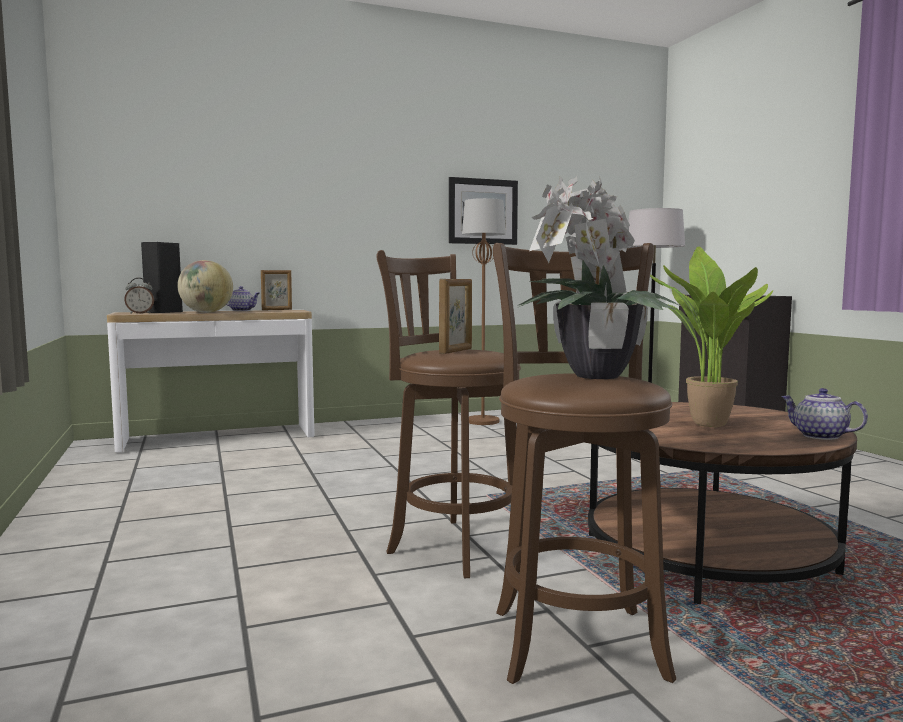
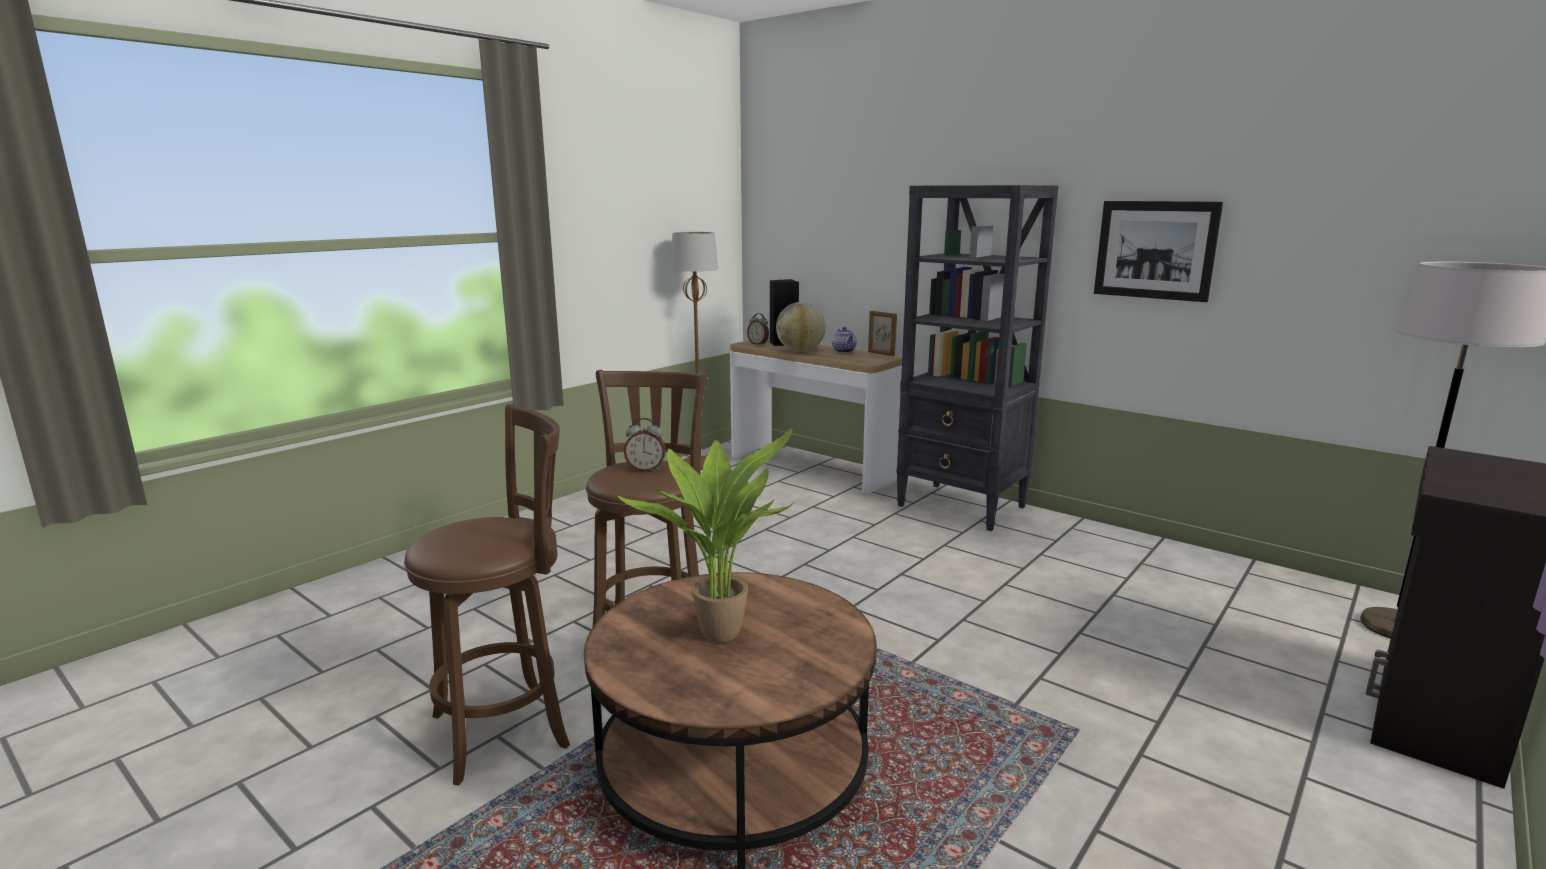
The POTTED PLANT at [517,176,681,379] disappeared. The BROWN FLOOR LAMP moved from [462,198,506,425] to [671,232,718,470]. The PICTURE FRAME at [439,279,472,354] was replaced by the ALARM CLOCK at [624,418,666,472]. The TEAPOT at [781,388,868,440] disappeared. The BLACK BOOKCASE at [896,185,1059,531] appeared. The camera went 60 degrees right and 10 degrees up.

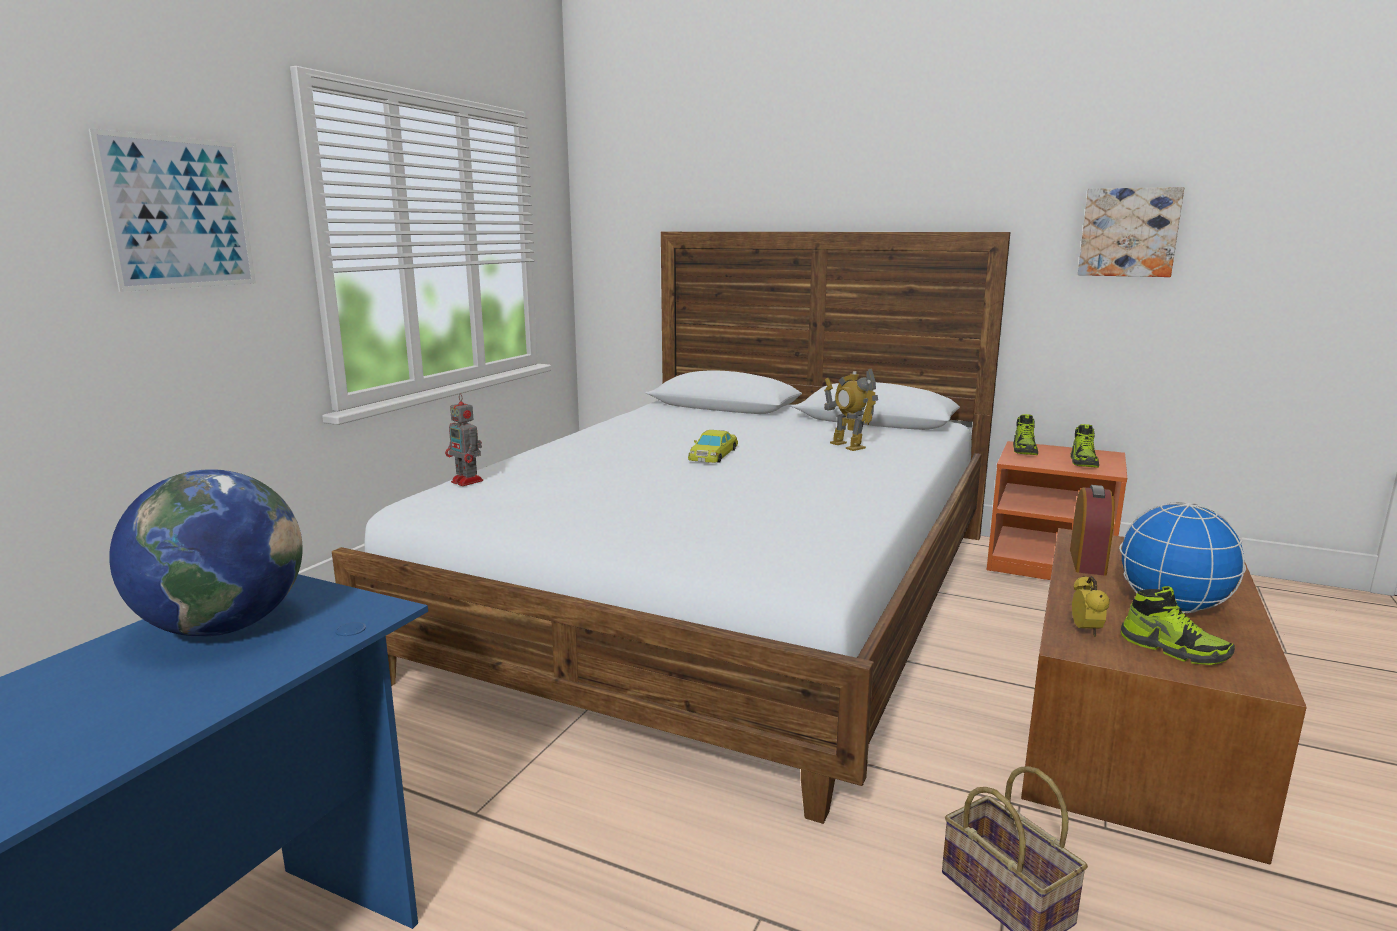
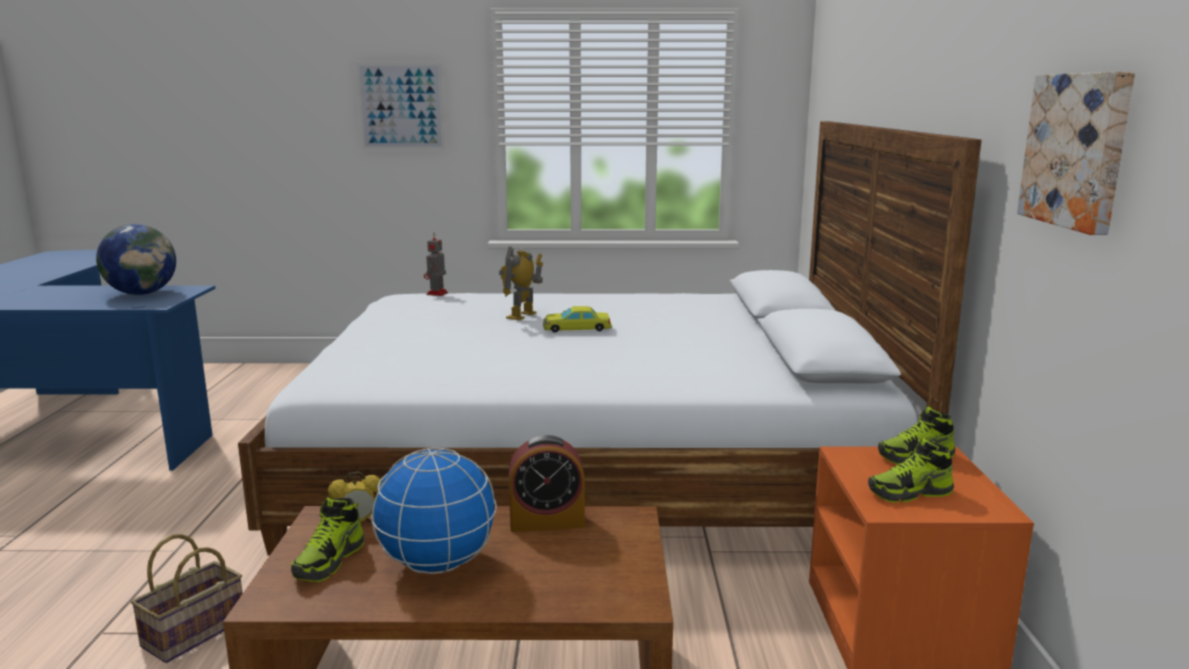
The TOY ROBOT moved from [824,369,878,451] to [499,246,543,320]. The camera went 65 degrees right and 0 degrees up.

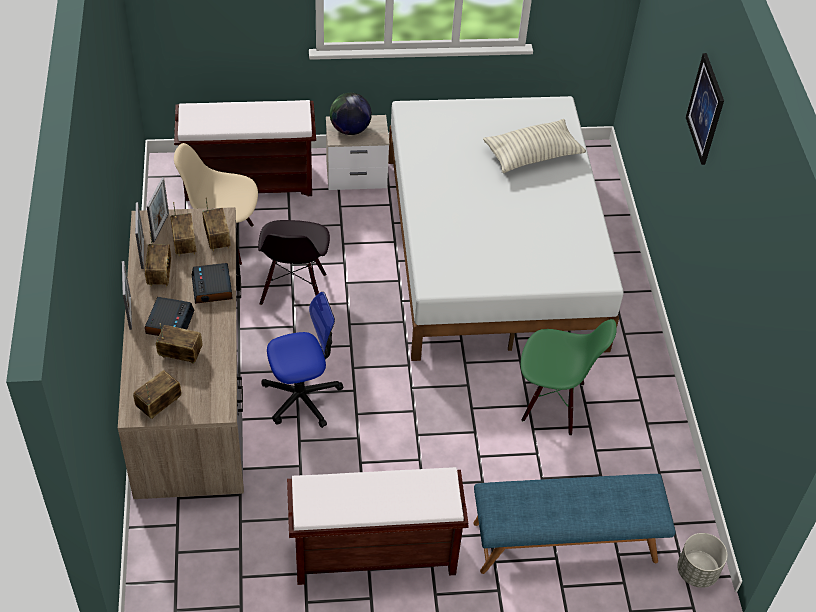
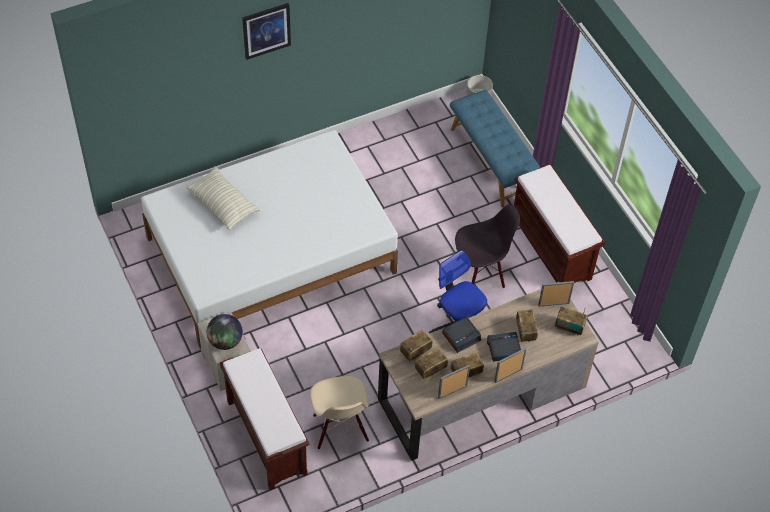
The PICTURE FRAME moved from [147,178,169,242] to [538,281,574,307]. The BLACK CHAIR moved from [258,220,330,305] to [455,204,520,288]. The GREEN CHAIR at [521,319,617,436] disappeared. The camera went 110 degrees left and 5 degrees up.

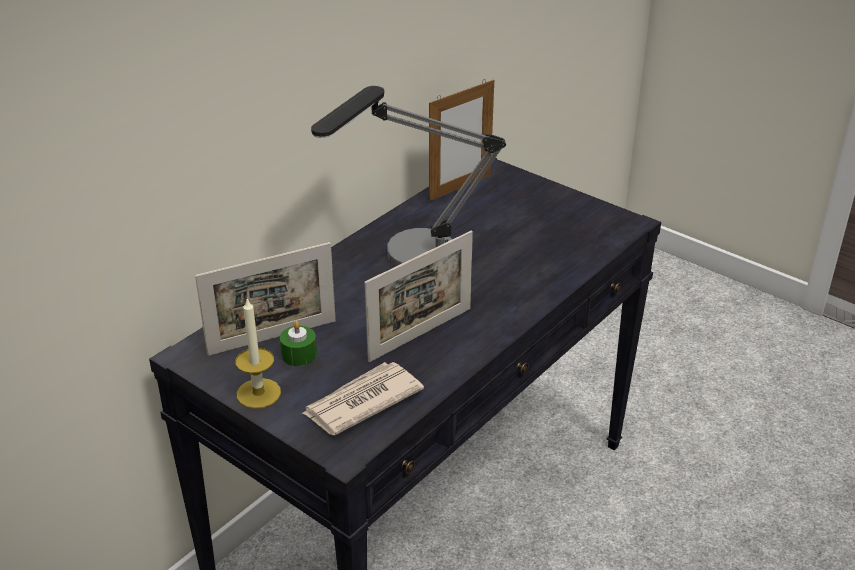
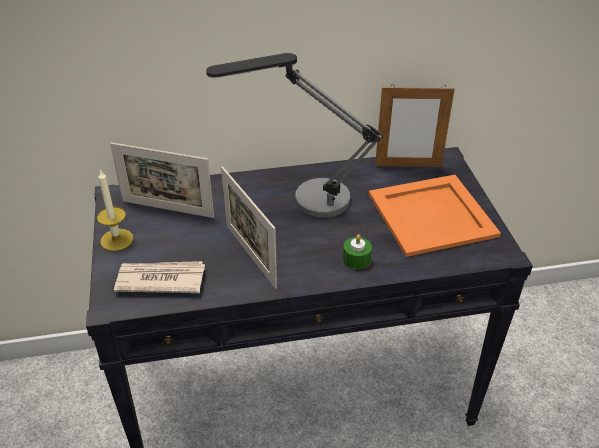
The PICTURE FRAME at [365,231,473,362] turned 60 degrees clockwise. The GREEN CANDLE moved from [280,321,317,366] to [343,234,372,270]. The ORANGE TRAY at [369,175,501,257] appeared. The camera went 40 degrees right and 5 degrees up.

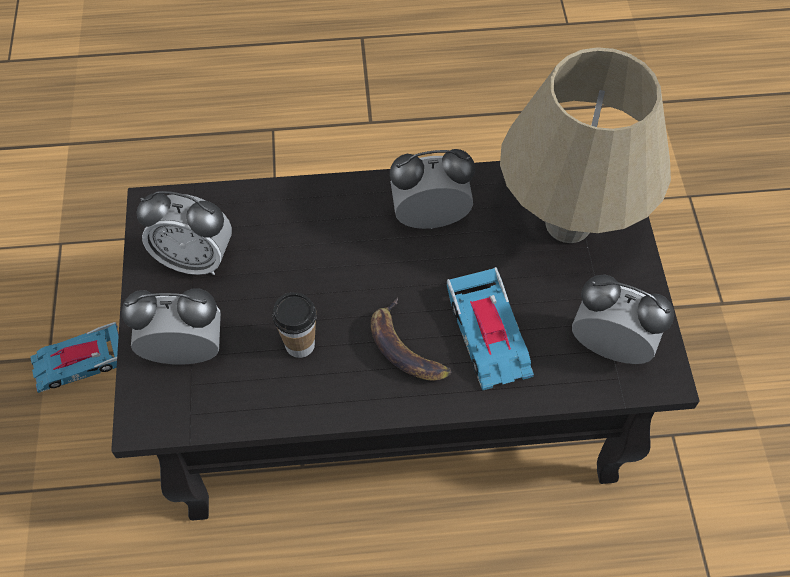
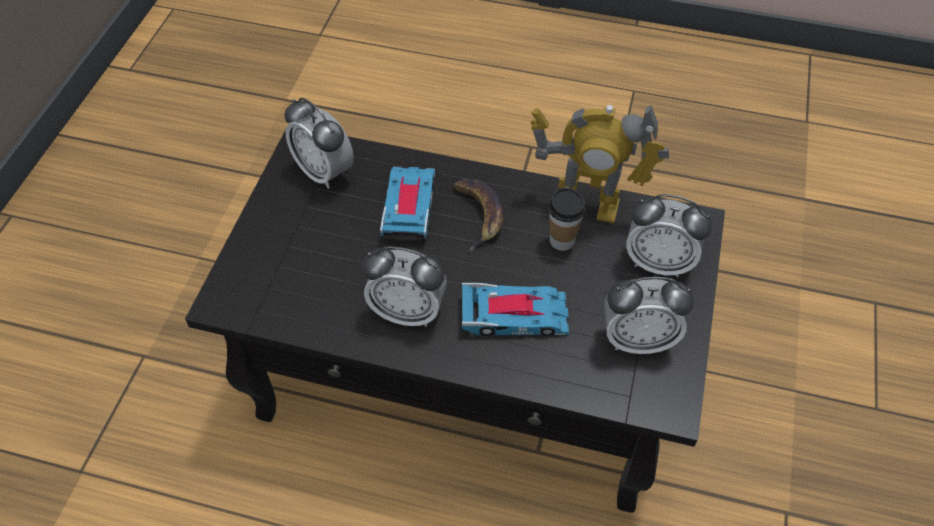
The BEIGE TABLE LAMP at [500,47,671,243] disappeared. The ALARM CLOCK at [136,191,232,275] turned 150 degrees clockwise. The TOY CAR moved from [30,322,119,393] to [462,283,569,336]. The TOY ROBOT at [530,105,669,223] appeared. The camera went 160 degrees left and 5 degrees down.

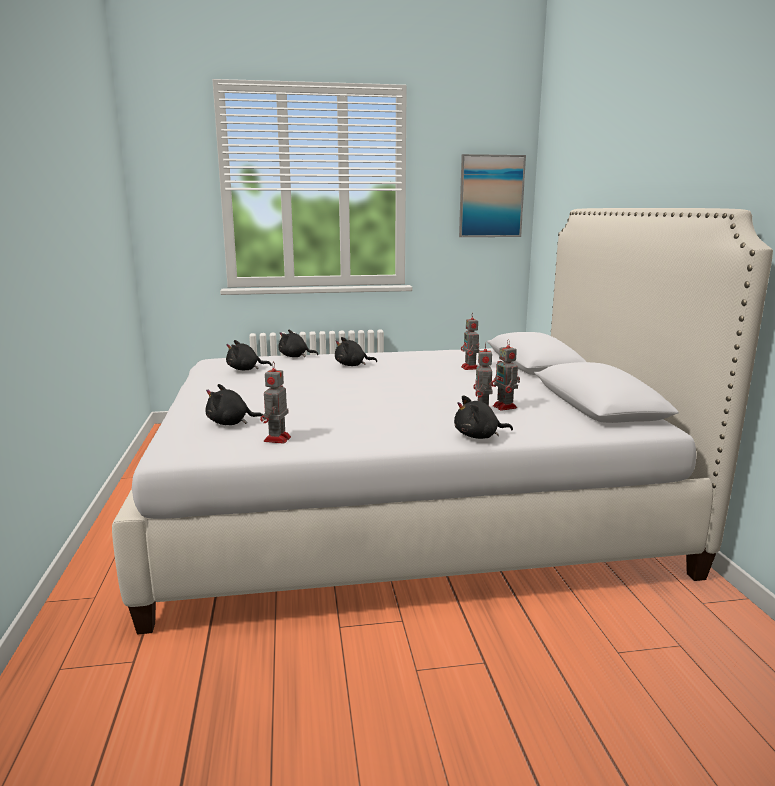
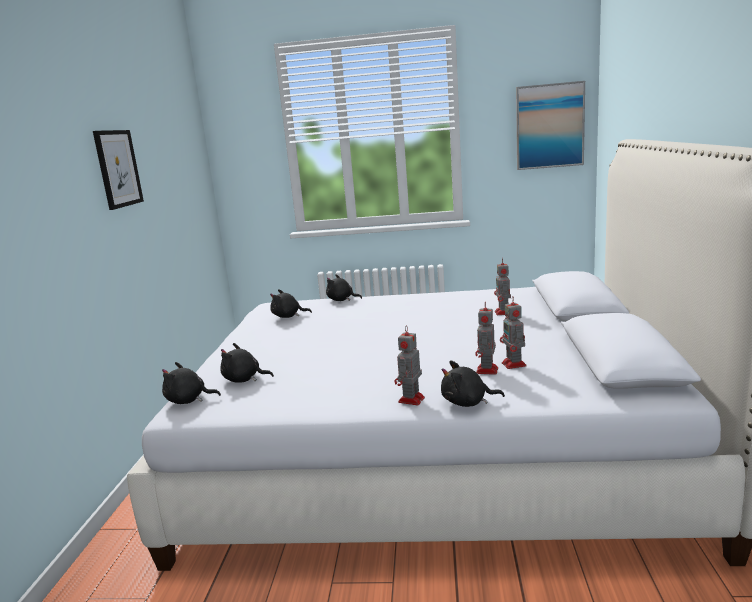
The BLACK PLUSH TOY moved from [335,337,377,366] to [162,362,221,404]. The TOY ROBOT moved from [260,361,291,444] to [394,325,425,405]. The PICTURE at [93,130,144,210] appeared. The camera went 15 degrees right and 0 degrees up.

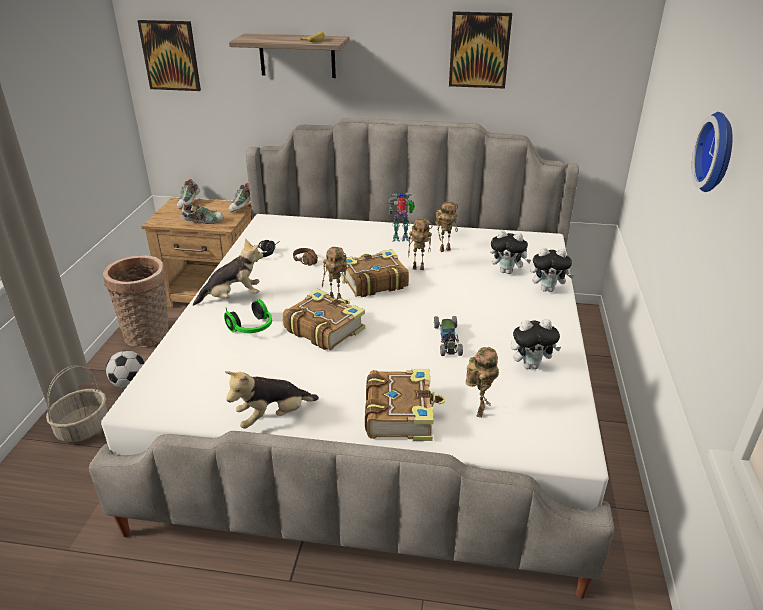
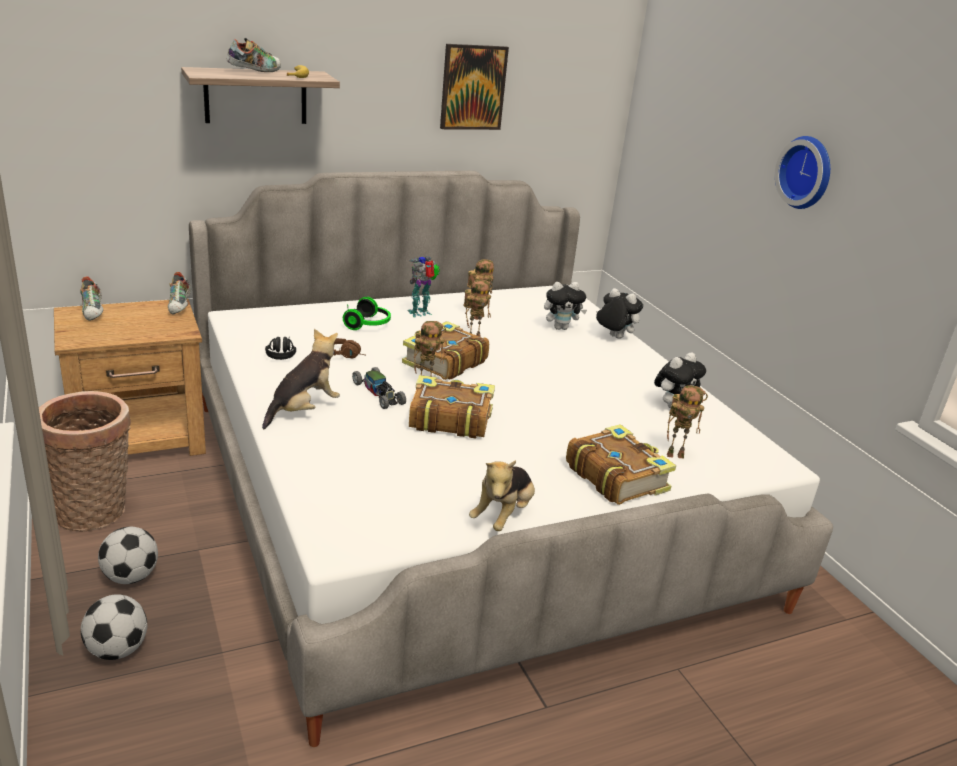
The PICTURE at [138,20,201,91] disappeared. The SHOE moved from [182,203,224,224] to [226,38,281,72]. The PLUSH TOY at [531,248,574,292] turned 120 degrees counterclockwise. The HEADPHONES moved from [224,299,272,333] to [343,297,391,330]. The TOY CAR moved from [434,316,463,356] to [352,367,406,409]. The TOY ROBOT at [465,347,499,418] turned 105 degrees clockwise. The BASKET at [46,365,108,442] was replaced by the FOOTBALL at [81,594,147,660]. The camera went 35 degrees left and 5 degrees down.

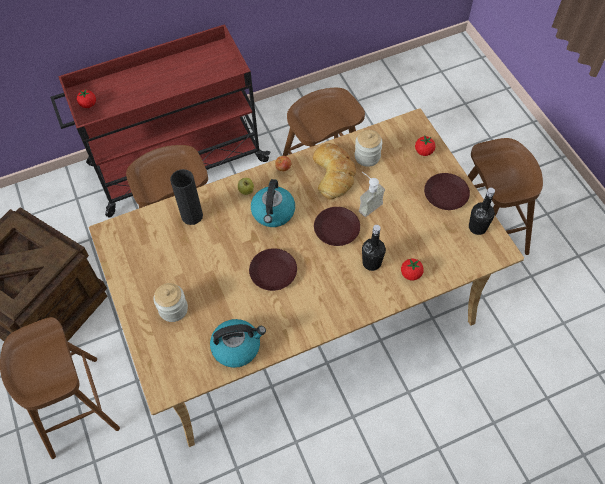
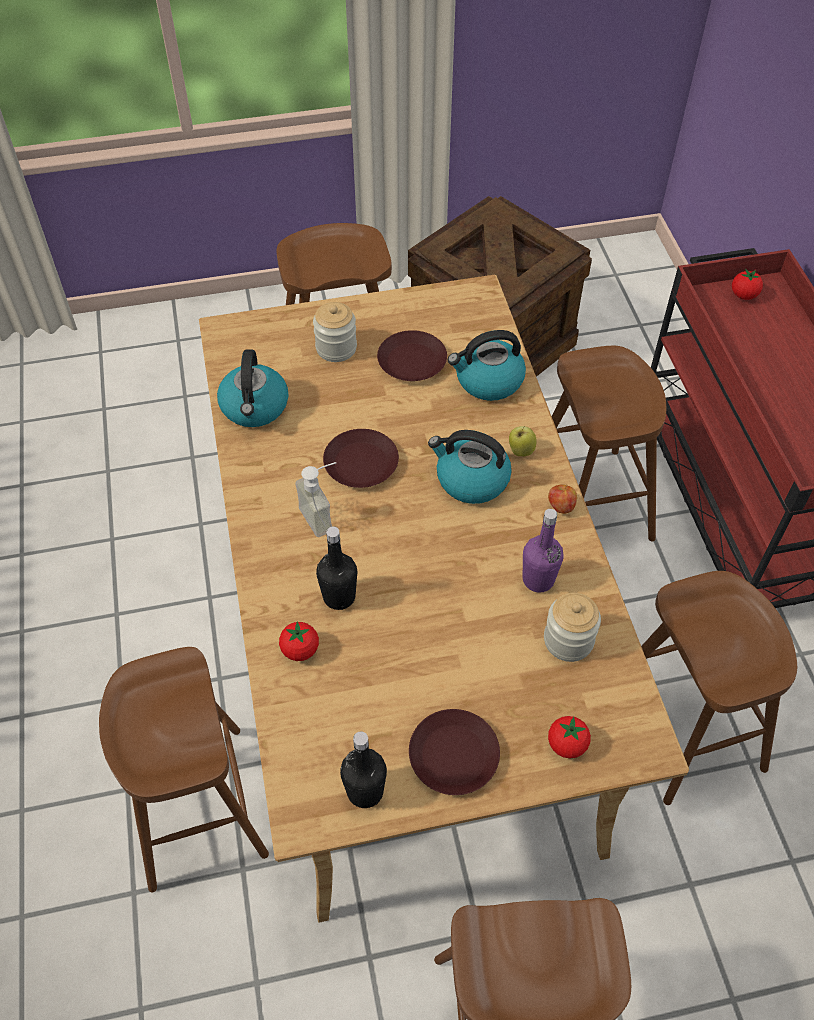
The BREAD at [313,143,356,200] was replaced by the PURPLE BOTTLE at [523,509,564,593]. The BLACK VASE at [170,169,203,225] was replaced by the KETTLE at [448,330,526,401]. The SOAP DISPENSER moved from [359,172,385,217] to [295,462,336,537]. The BROWN PLATE moved from [314,207,360,246] to [377,330,447,381]. The BROWN STOOL at [99,647,269,892] appeared. The camera went 100 degrees right and 5 degrees down.

